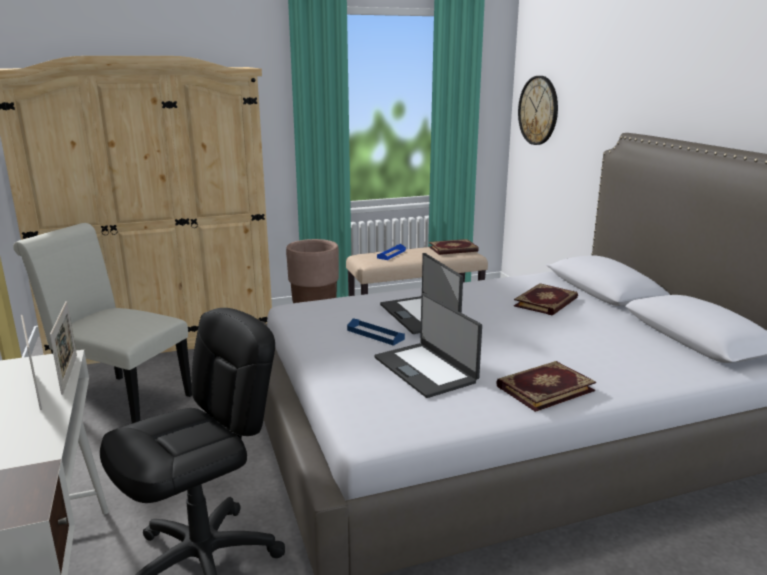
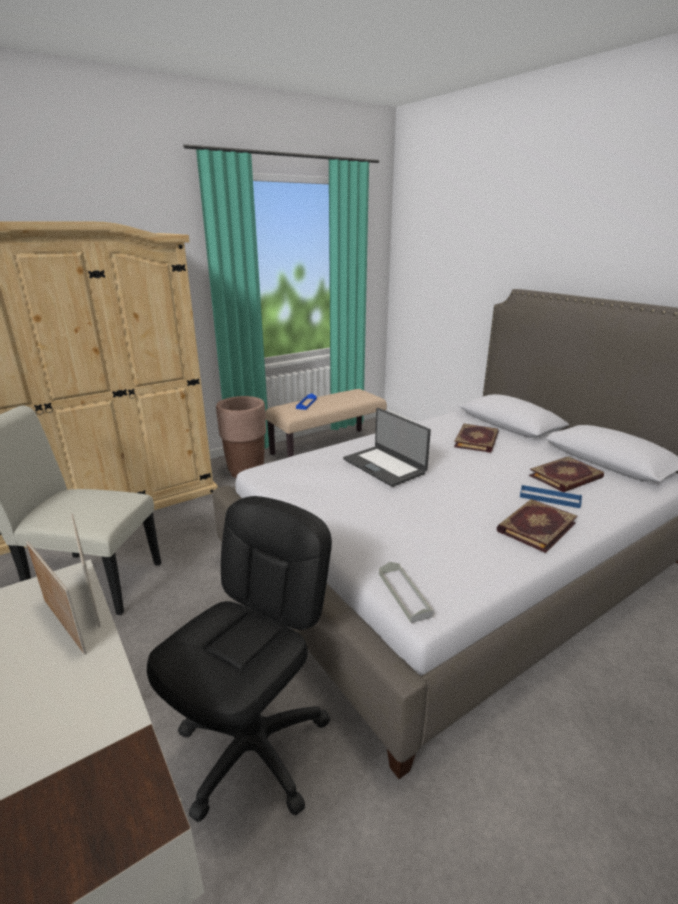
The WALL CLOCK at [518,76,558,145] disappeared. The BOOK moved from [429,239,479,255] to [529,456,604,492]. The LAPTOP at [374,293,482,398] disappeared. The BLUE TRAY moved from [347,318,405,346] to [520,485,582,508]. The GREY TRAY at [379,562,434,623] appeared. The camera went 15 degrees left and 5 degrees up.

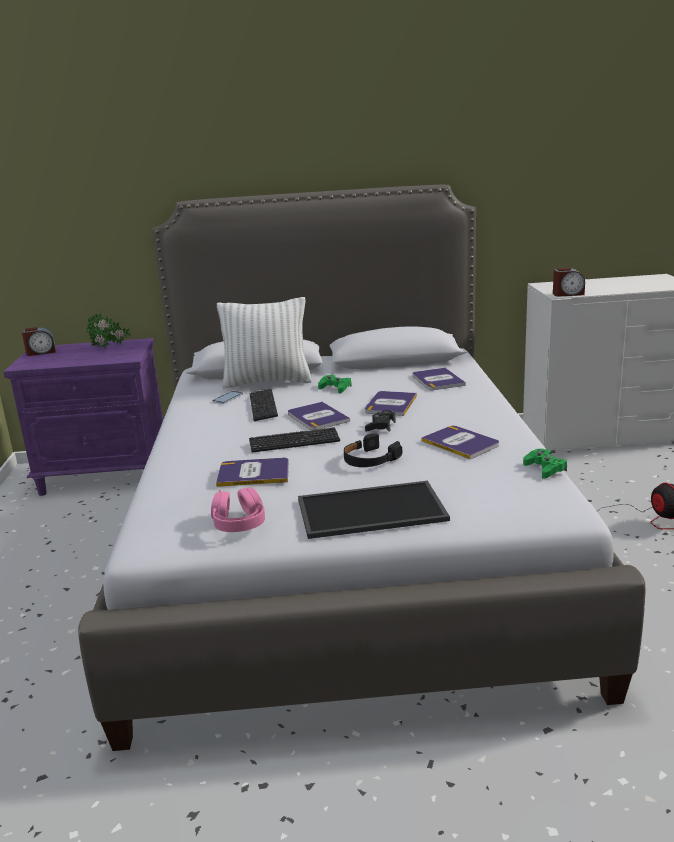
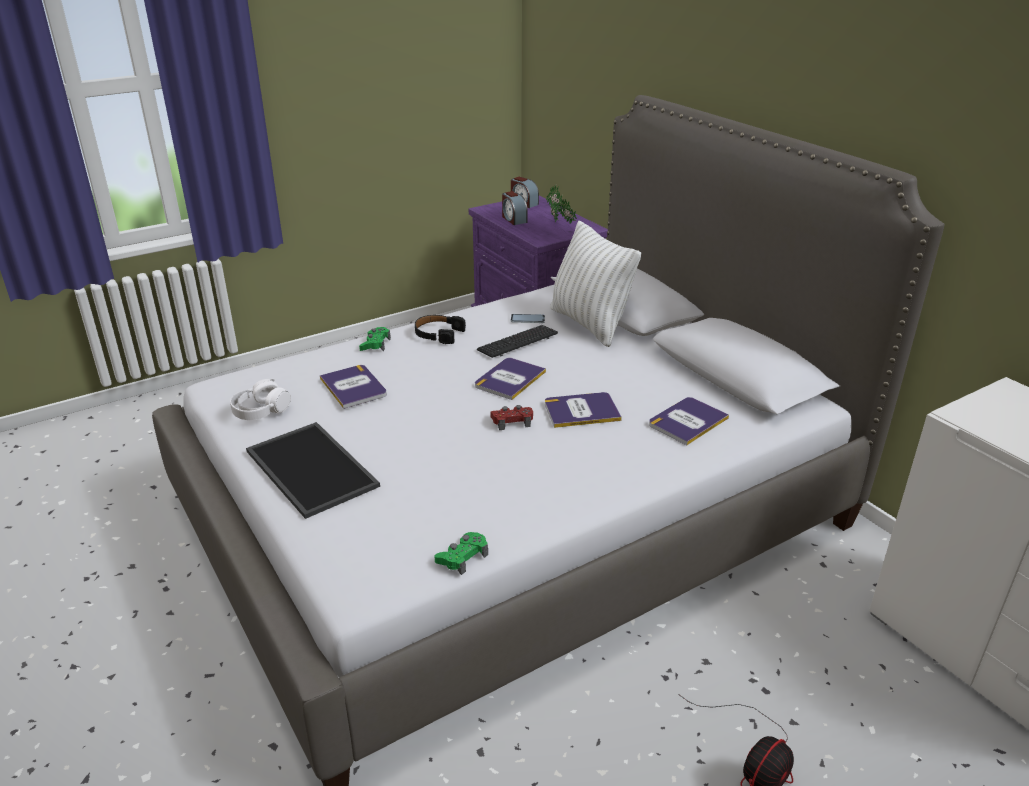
The ALARM CLOCK moved from [553,268,585,296] to [502,191,528,225]. The GREEN GAME CONTROLLER moved from [318,375,352,393] to [359,327,391,351]. The BLACK GAME CONTROLLER at [365,410,396,432] became the RED GAME CONTROLLER at [491,405,533,430]. The BOOK at [421,426,499,459] disappeared. The KEYBOARD at [249,427,340,453] disappeared. The BLACK HEADPHONES moved from [344,433,402,467] to [415,315,466,344]. The PINK HEADPHONES at [211,487,265,532] became the WHITE HEADPHONES at [230,378,291,420]. The camera went 60 degrees right and 10 degrees up.

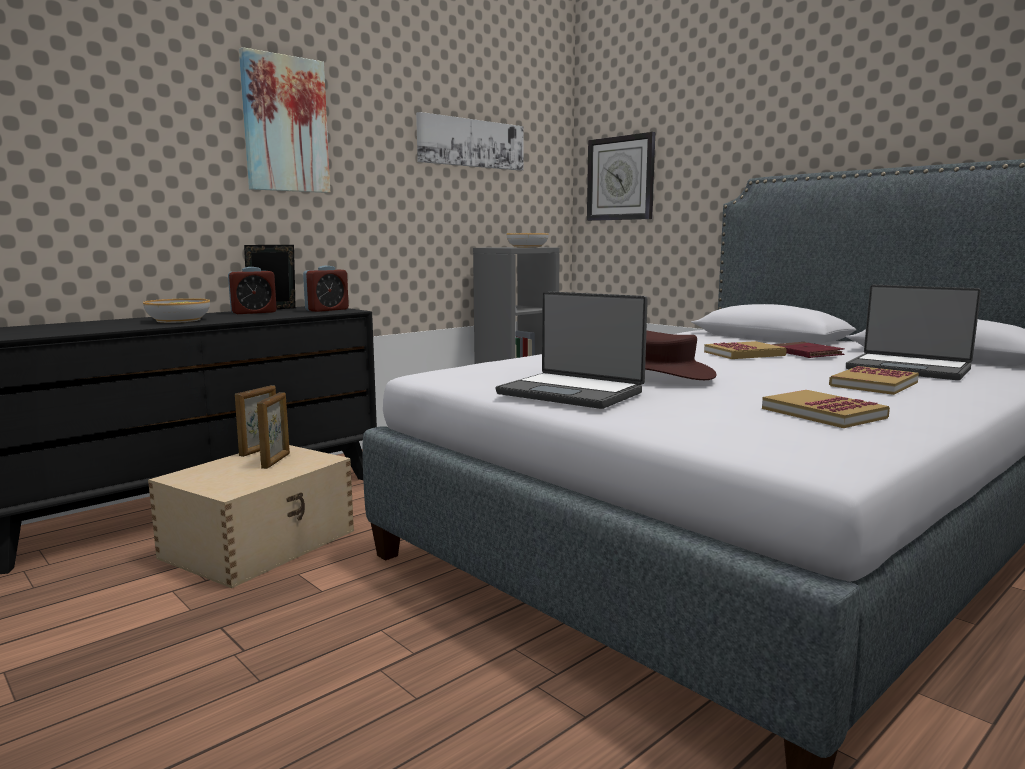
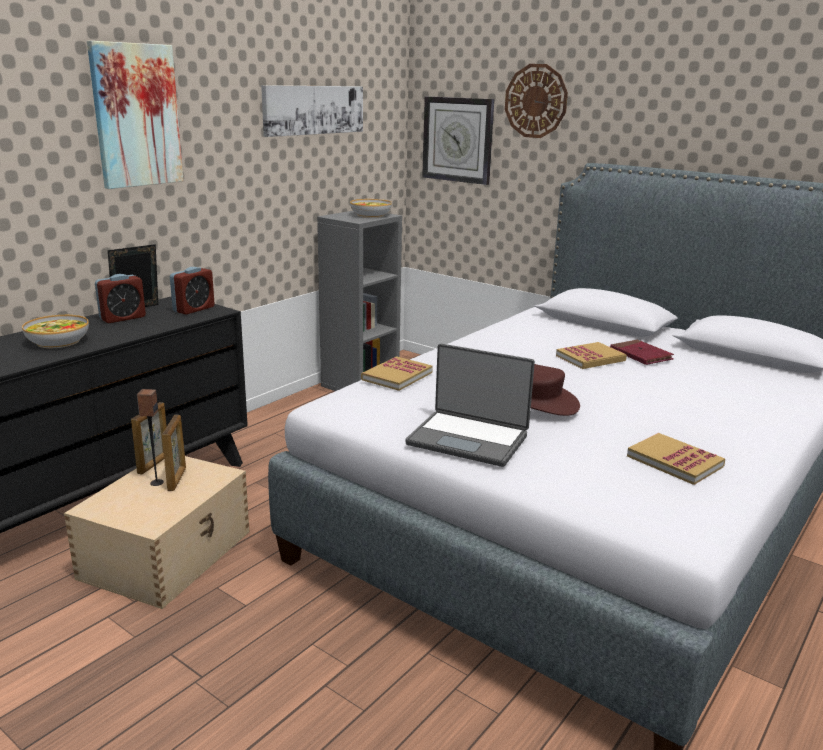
The LAPTOP at [846,285,981,380] disappeared. The BOOK moved from [829,366,919,395] to [361,356,433,391]. The WALL CLOCK at [505,64,568,138] appeared. The SPEAKER at [137,389,164,486] appeared. The camera went 10 degrees left and 10 degrees up.

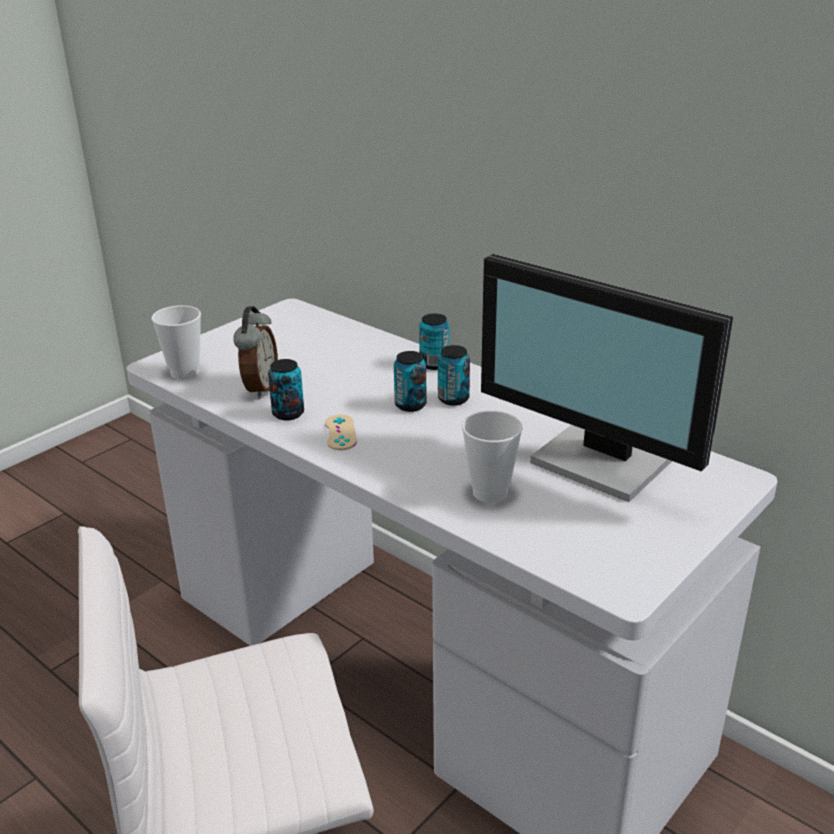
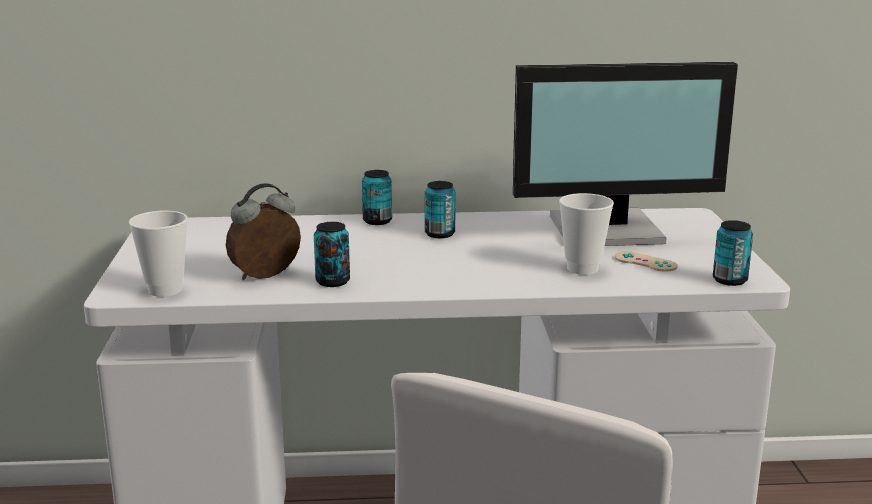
The ALARM CLOCK at [233,306,278,399] turned 90 degrees counterclockwise. The CAN moved from [394,351,427,412] to [713,220,753,286]. The BEIGE GAME CONTROLLER moved from [325,414,357,450] to [615,251,677,271]. The camera went 45 degrees left and 10 degrees down.

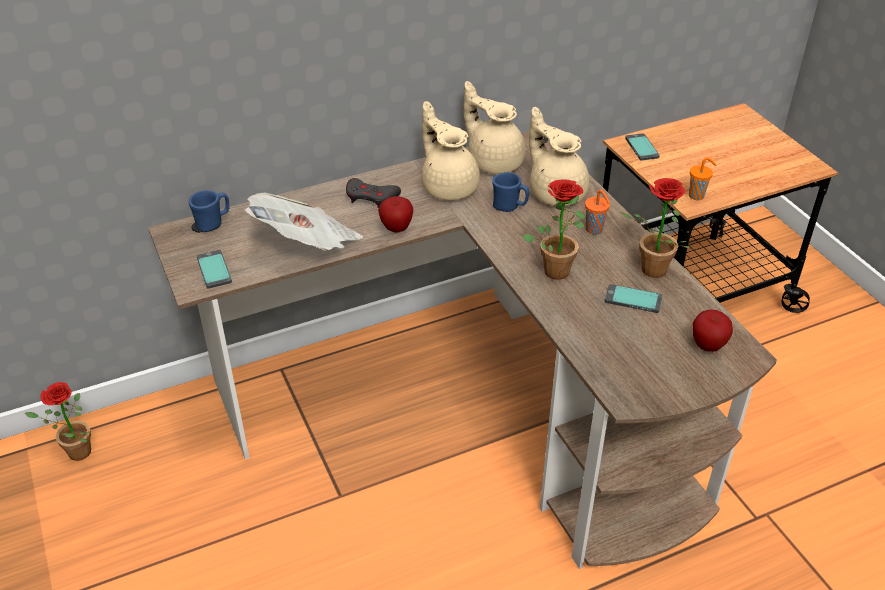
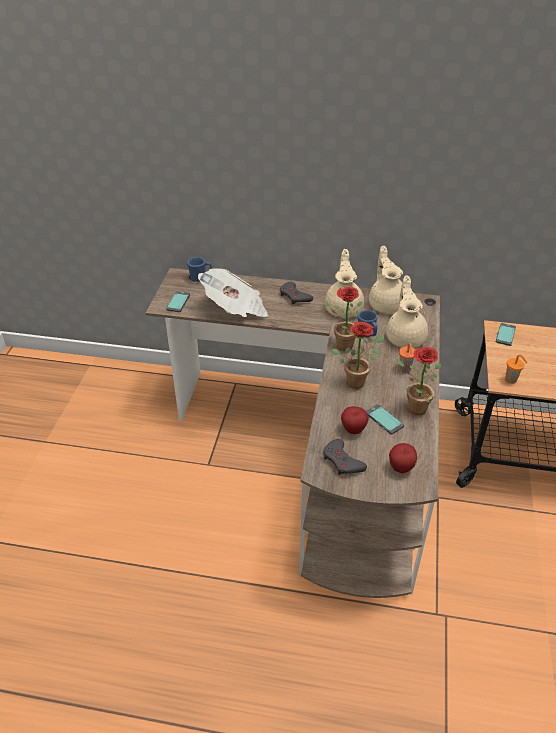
The APPLE moved from [378,196,413,233] to [341,406,368,434]. The POTTED PLANT moved from [24,382,91,461] to [322,287,362,351]. The GREY GAME CONTROLLER at [323,439,367,475] appeared. The camera went 35 degrees right and 0 degrees up.

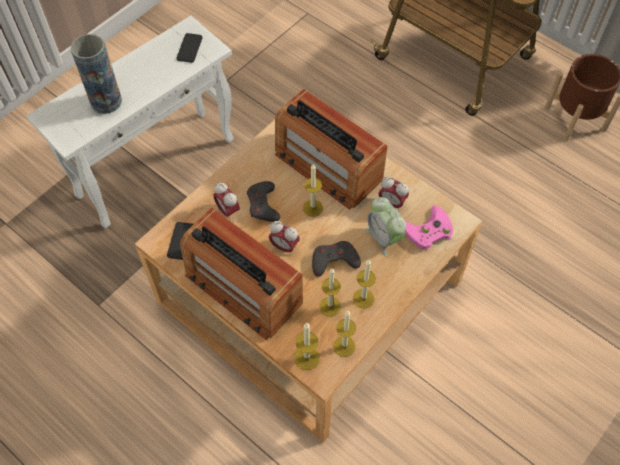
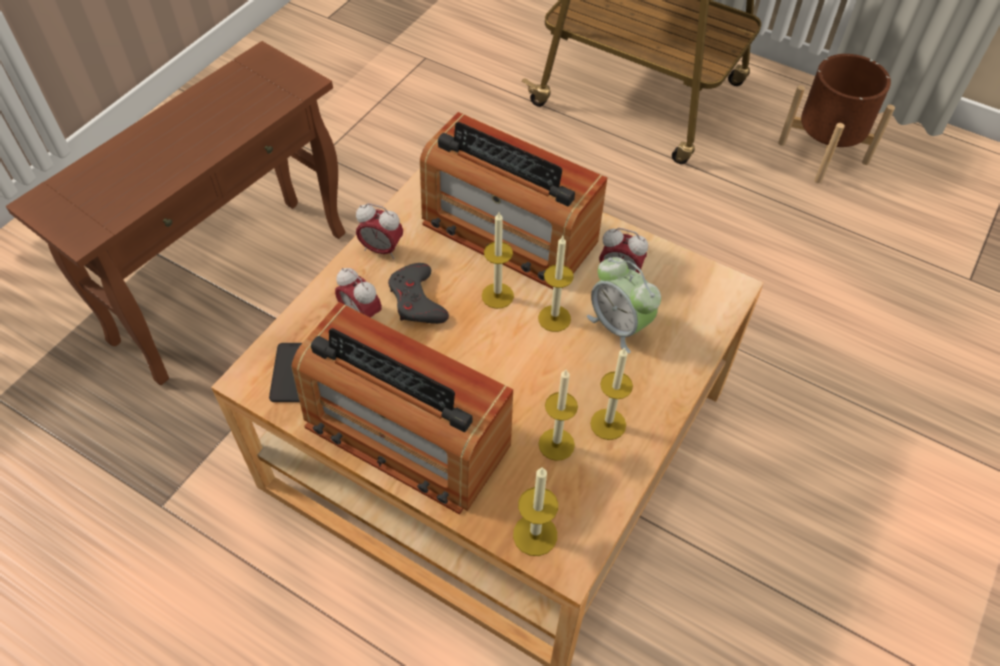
The WHITE SIDE TABLE at [26,16,234,229] became the BROWN SIDE TABLE at [6,41,345,385]. The PHONE at [177,33,203,63] disappeared. The VASE at [71,34,122,114] disappeared. The PINK GAME CONTROLLER at [405,205,453,251] disappeared. The ALARM CLOCK moved from [269,221,300,255] to [356,203,403,259]. The GREY GAME CONTROLLER at [312,241,361,277] disappeared. The CANDLE moved from [333,311,356,357] to [538,235,574,332]. The camera went 10 degrees left and 5 degrees down.

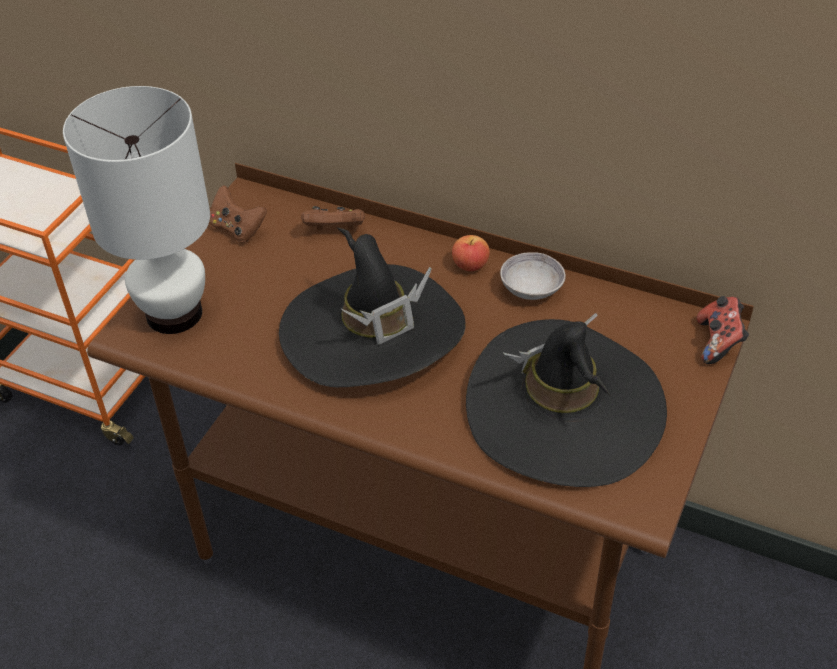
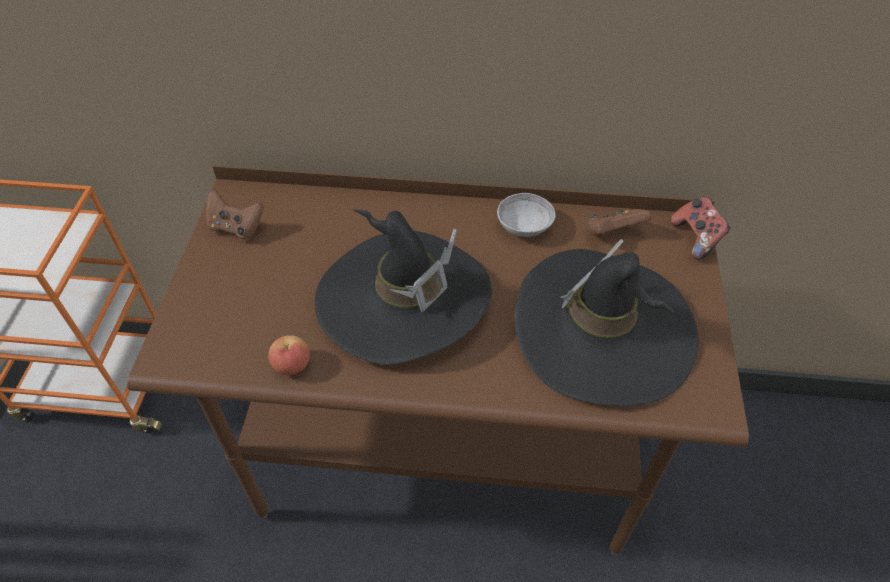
The WHITE TABLE LAMP at [63,86,210,334] disappeared. The BROWN GAME CONTROLLER moved from [301,206,365,231] to [587,209,651,237]. The APPLE moved from [452,235,490,271] to [268,335,310,375]. The camera went 20 degrees left and 5 degrees up.

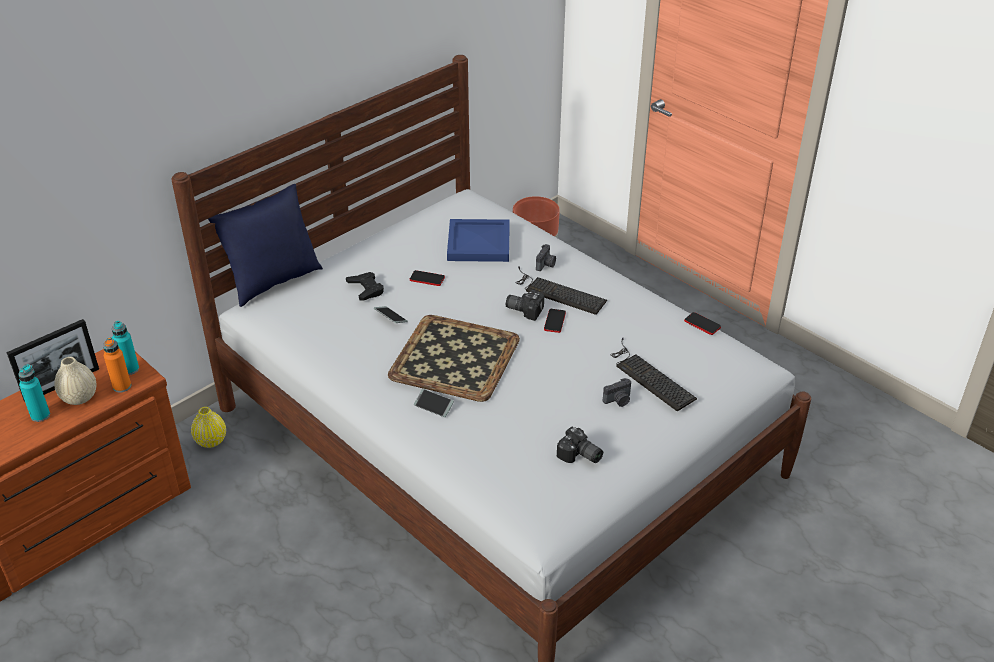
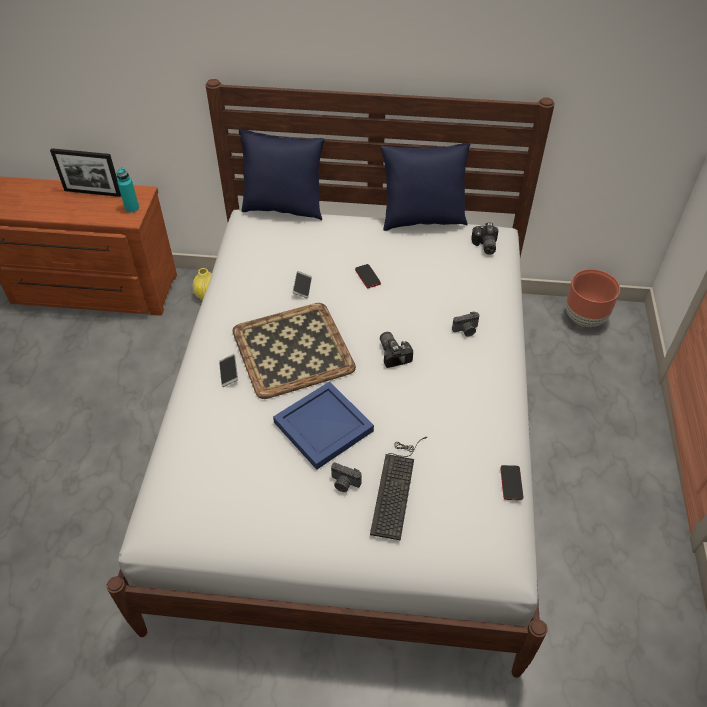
The BLUE TRAY moved from [447,219,510,262] to [273,381,374,470]. The KEYBOARD at [516,266,607,315] disappeared. The BLACK GAME CONTROLLER at [346,272,384,301] disappeared. The PHONE at [544,309,566,333] disappeared. The ORANGE BOTTLE at [103,338,131,393] disappeared. The BEIGE VASE at [54,357,97,405] disappeared. The TURQUOISE BOTTLE at [18,364,50,422] disappeared. The PHOTO CAMERA moved from [557,426,603,463] to [471,223,498,255]. The BLUE PILLOW at [381,143,470,231] appeared. The camera went 50 degrees right and 10 degrees up.

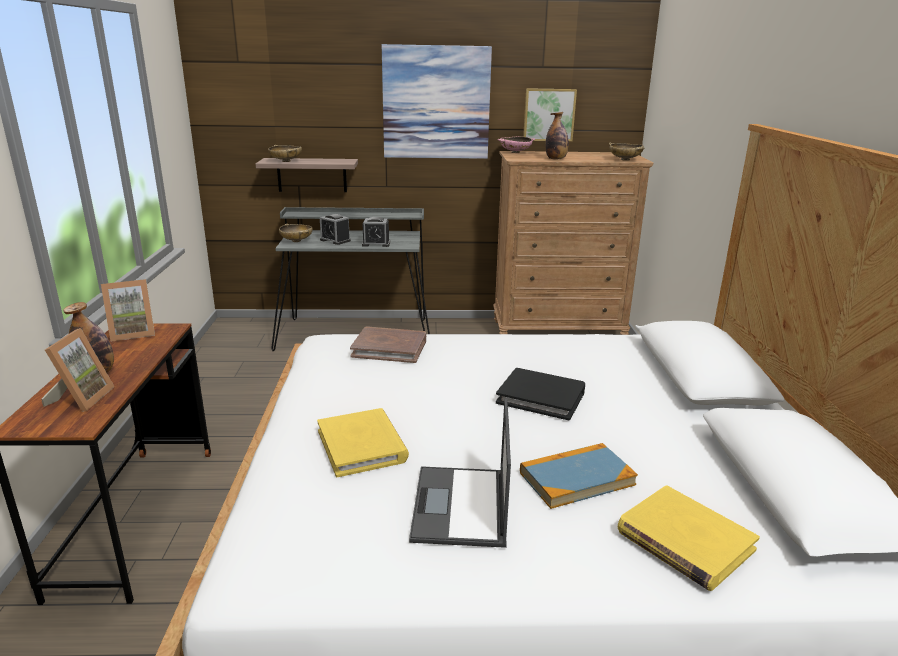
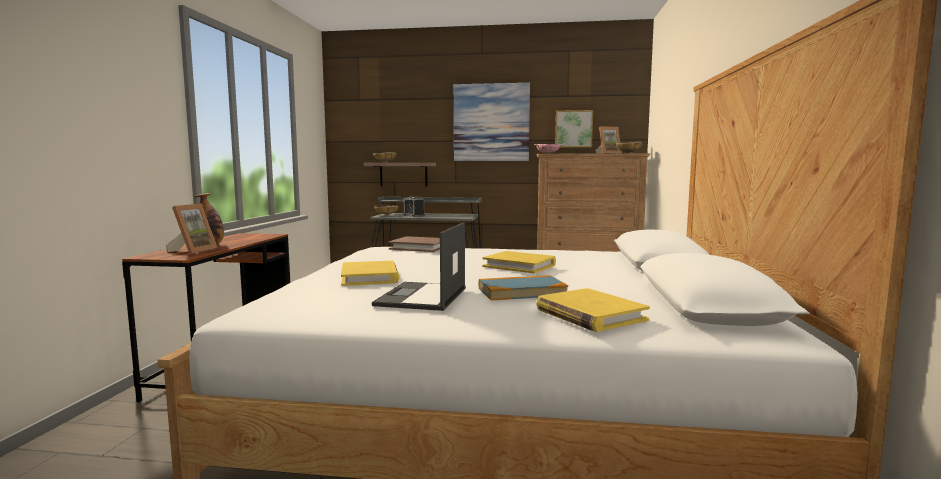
The BOTTLE at [545,112,569,159] disappeared. The ALARM CLOCK at [362,217,390,247] disappeared. The PICTURE FRAME moved from [101,279,155,342] to [596,126,622,153]. The BLACK BOOK at [496,368,585,421] became the YELLOW BOOK at [482,251,556,273]. The camera went 10 degrees right and 15 degrees down.

